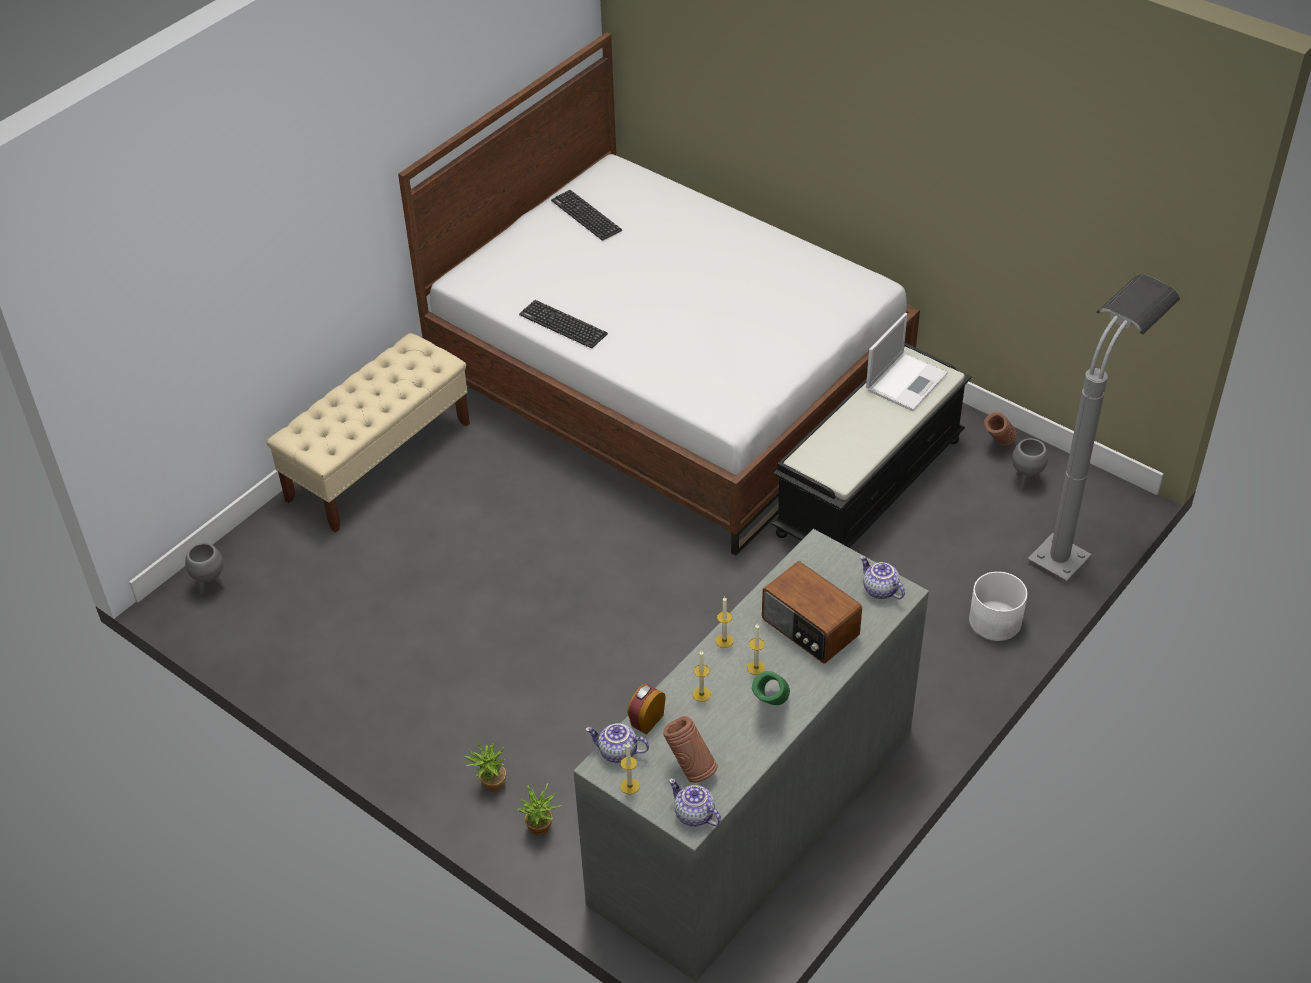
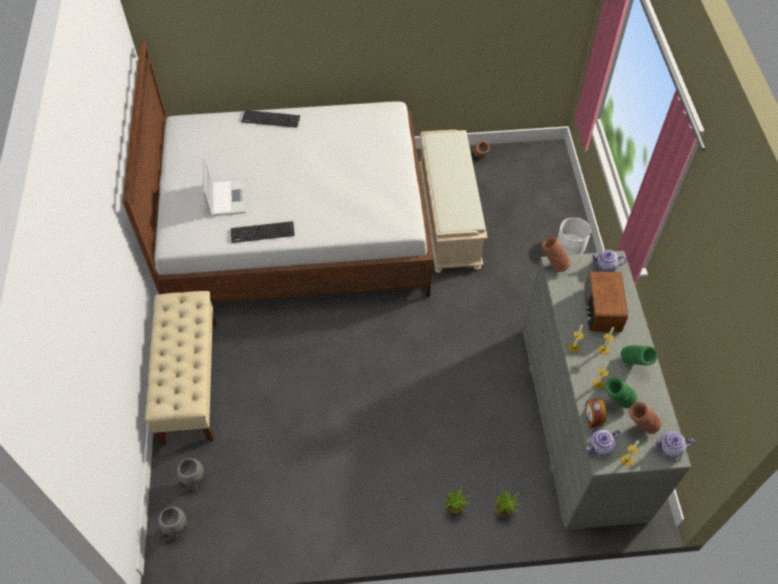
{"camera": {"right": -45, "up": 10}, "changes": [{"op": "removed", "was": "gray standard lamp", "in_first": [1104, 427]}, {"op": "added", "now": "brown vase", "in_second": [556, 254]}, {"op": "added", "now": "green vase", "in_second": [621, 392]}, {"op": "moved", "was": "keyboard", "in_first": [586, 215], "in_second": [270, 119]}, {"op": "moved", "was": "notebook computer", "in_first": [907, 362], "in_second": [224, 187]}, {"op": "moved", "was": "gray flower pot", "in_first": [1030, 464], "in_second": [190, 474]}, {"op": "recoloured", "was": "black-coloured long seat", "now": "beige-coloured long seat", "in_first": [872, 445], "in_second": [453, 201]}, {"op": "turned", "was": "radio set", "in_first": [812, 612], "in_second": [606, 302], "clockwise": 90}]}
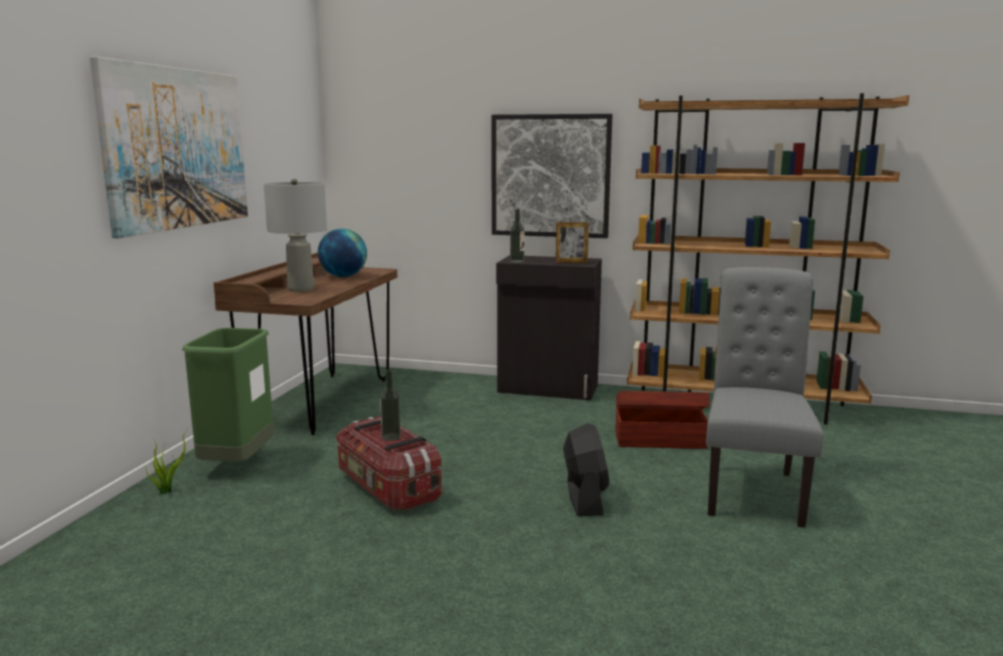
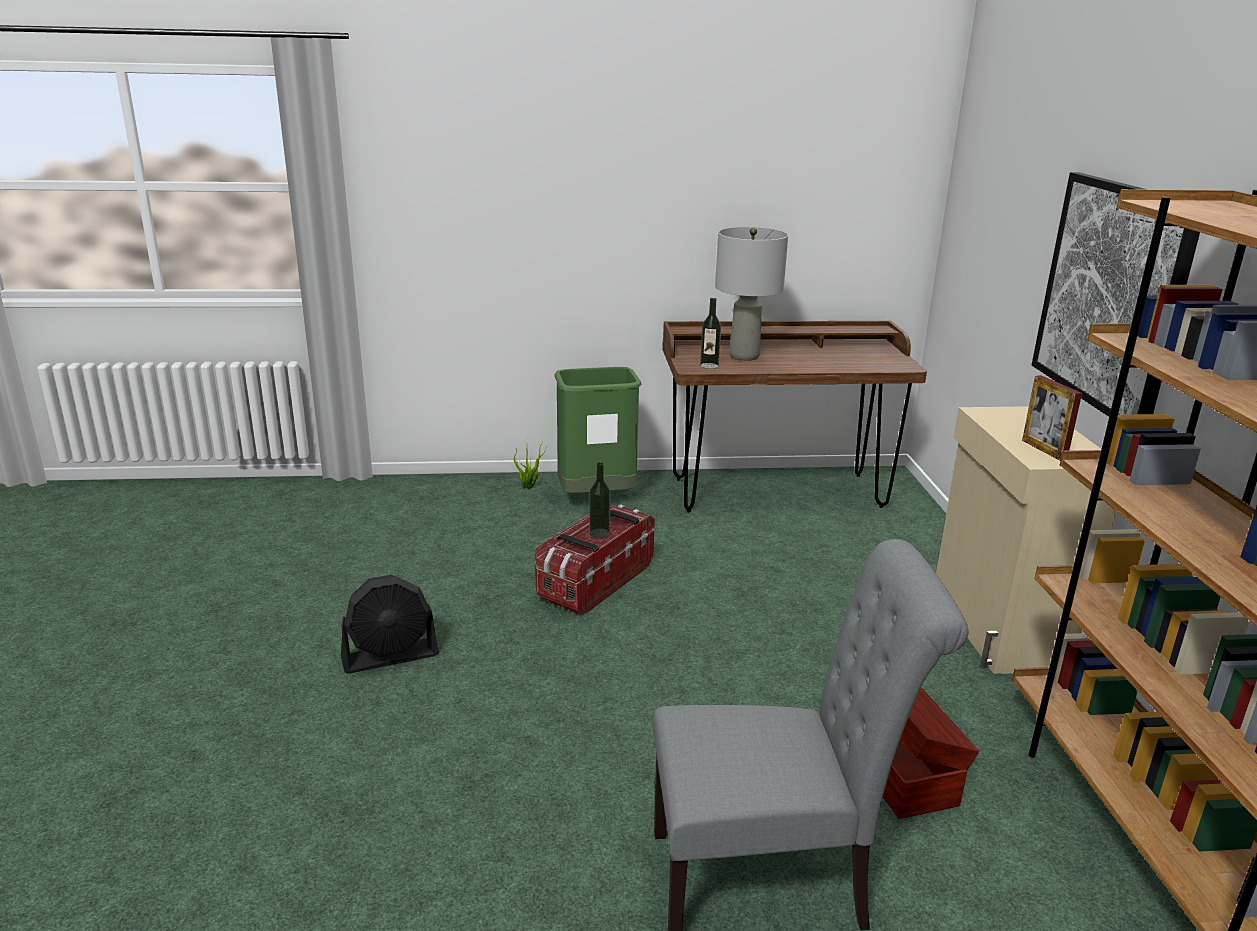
{"camera": {"right": 70, "up": 10}, "changes": [{"op": "removed", "was": "wall art", "in_first": [169, 147]}, {"op": "removed", "was": "desk globe", "in_first": [342, 253]}, {"op": "moved", "was": "bottle", "in_first": [517, 236], "in_second": [710, 333]}, {"op": "moved", "was": "black-coloured cooling fan", "in_first": [586, 469], "in_second": [390, 624]}, {"op": "recoloured", "was": "black-coloured storage cabinet", "now": "beige-coloured storage cabinet", "in_first": [549, 327], "in_second": [1026, 540]}]}
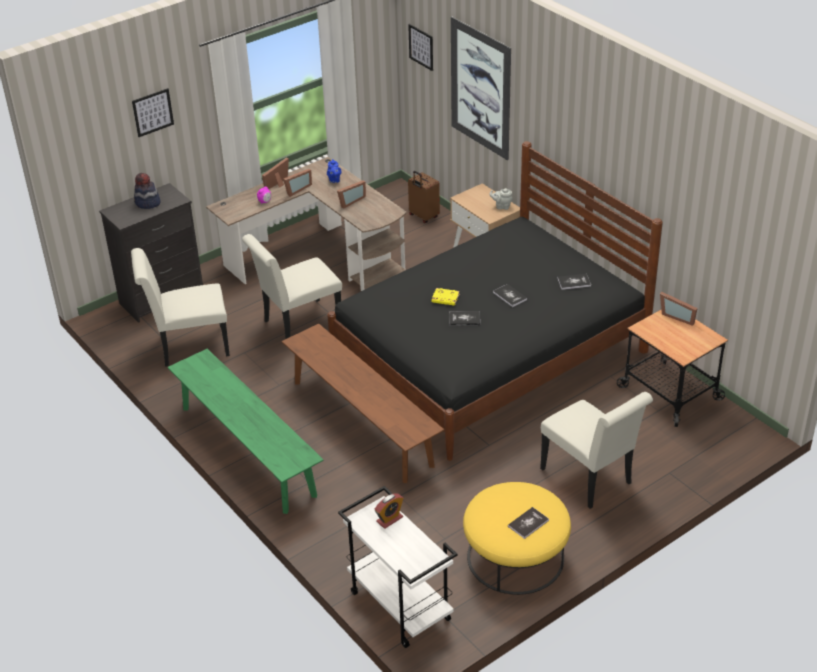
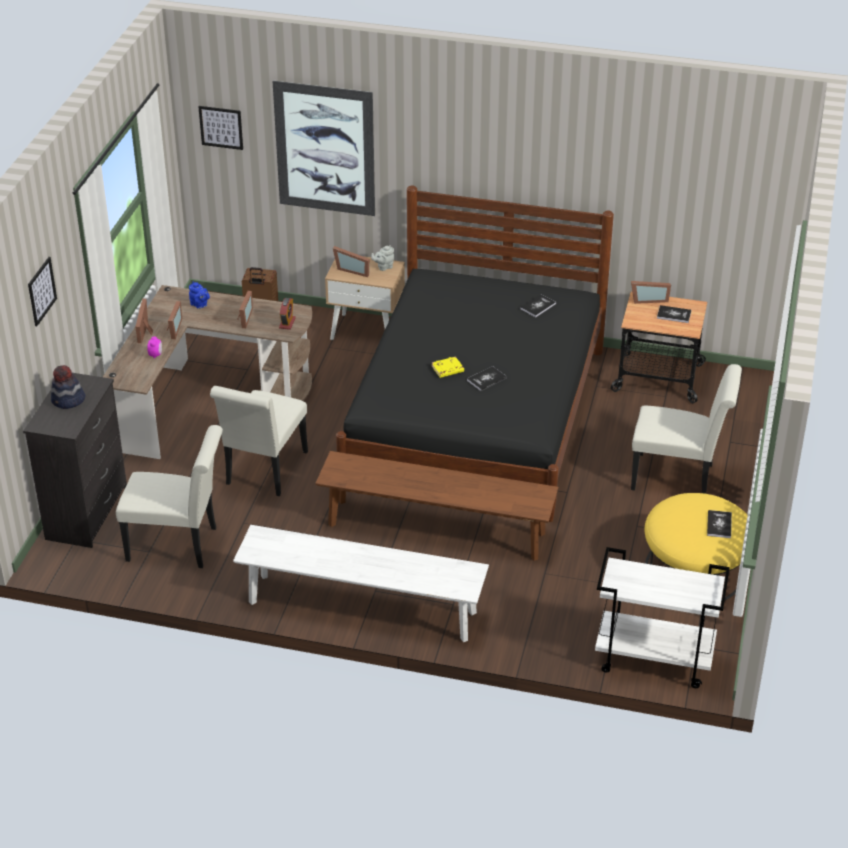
{"camera": {"right": -40, "up": 0}, "changes": [{"op": "added", "now": "photo frame", "in_second": [351, 261]}, {"op": "moved", "was": "alarm clock", "in_first": [389, 511], "in_second": [287, 314]}, {"op": "moved", "was": "book", "in_first": [510, 295], "in_second": [674, 314]}, {"op": "recoloured", "was": "green long seat", "now": "whitish long seat", "in_first": [246, 431], "in_second": [361, 583]}, {"op": "turned", "was": "whitish chair", "in_first": [180, 307], "in_second": [169, 496], "clockwise": -120}]}
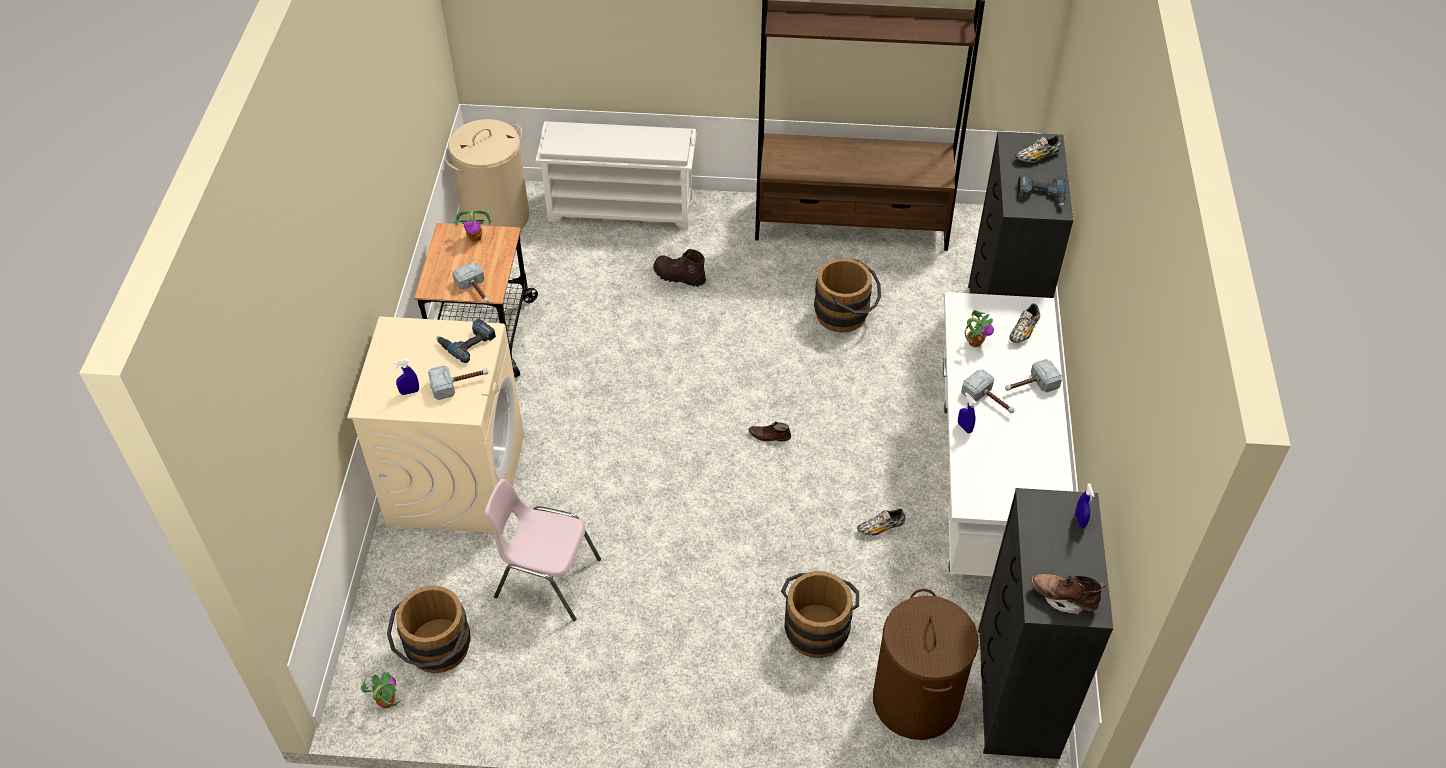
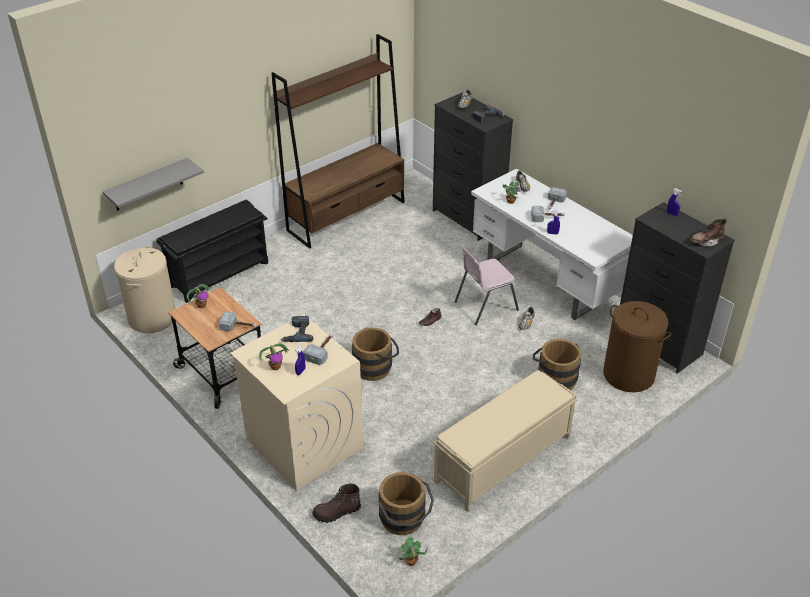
{"camera": {"right": -45, "up": -10}, "changes": [{"op": "added", "now": "gray shelf", "in_second": [153, 184]}, {"op": "added", "now": "plant in a pot", "in_second": [274, 356]}, {"op": "added", "now": "beige-coloured long seat", "in_second": [505, 441]}, {"op": "moved", "was": "pinkish chair", "in_first": [543, 550], "in_second": [487, 286]}, {"op": "moved", "was": "brown boot", "in_first": [679, 268], "in_second": [336, 503]}, {"op": "moved", "was": "brown bucket", "in_first": [847, 295], "in_second": [375, 354]}, {"op": "recoloured", "was": "whitish shoe stand", "now": "black-coloured shoe stand", "in_first": [616, 175], "in_second": [212, 251]}]}
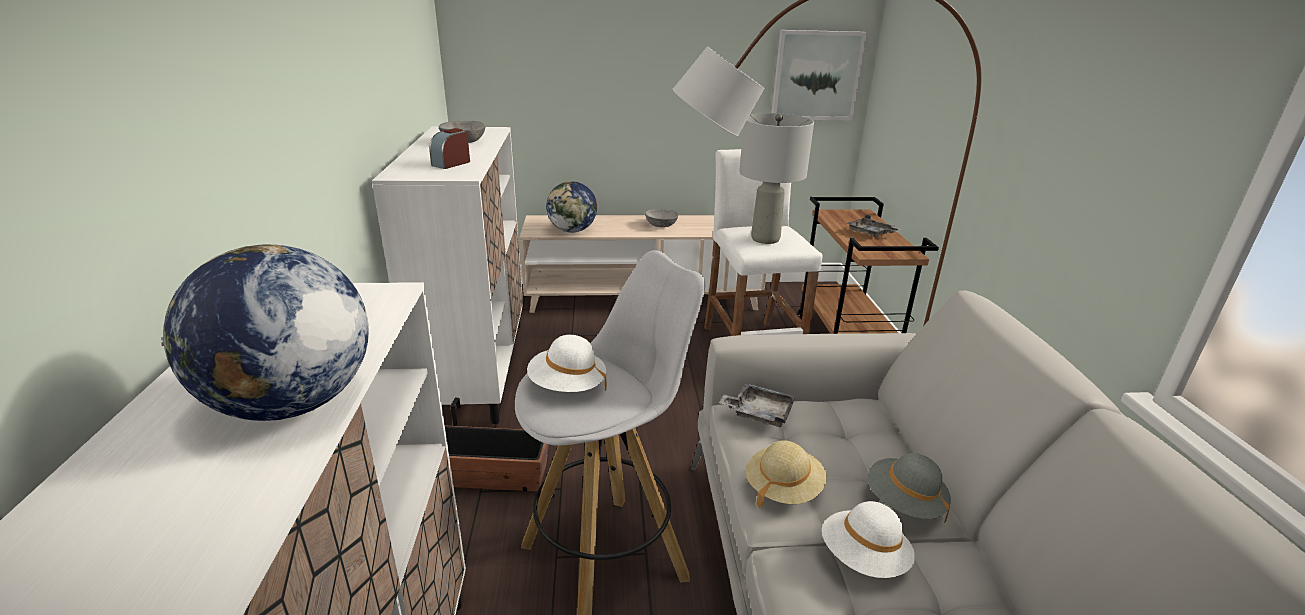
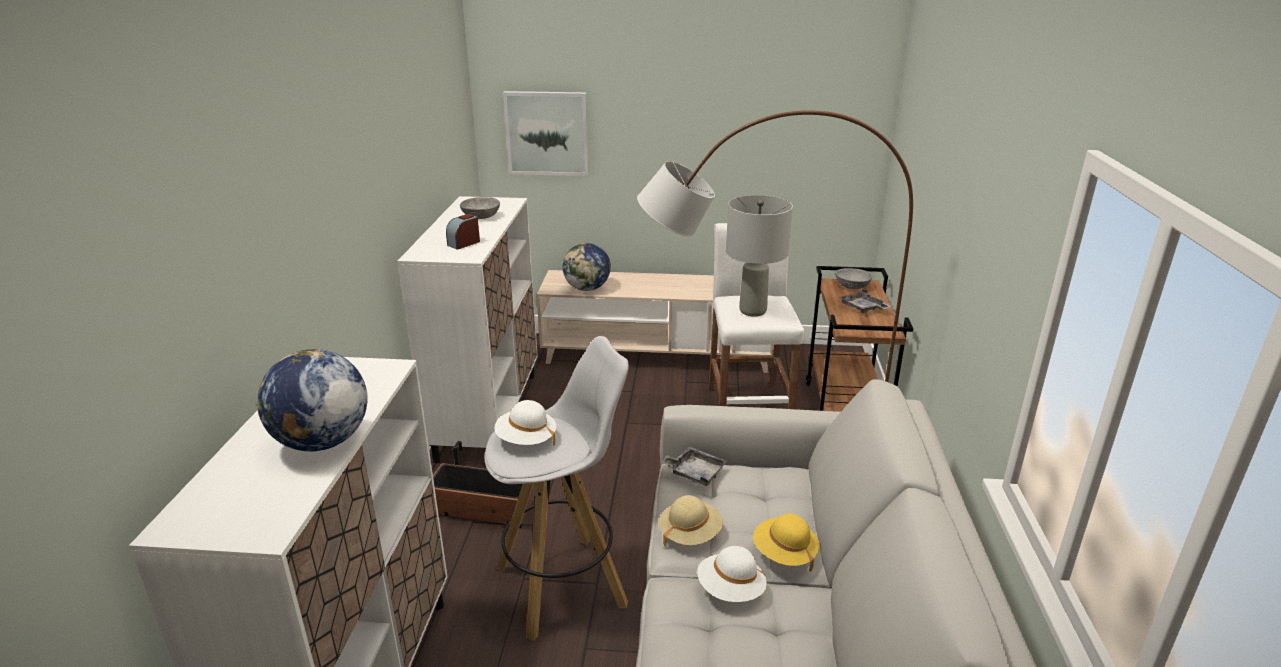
{"camera": {"right": 10, "up": 0}, "changes": [{"op": "moved", "was": "gray deep dish", "in_first": [661, 218], "in_second": [853, 278]}, {"op": "moved", "was": "wall art", "in_first": [819, 75], "in_second": [546, 133]}, {"op": "recoloured", "was": "gray clothing hat", "now": "yellow clothing hat", "in_first": [909, 488], "in_second": [786, 542]}]}
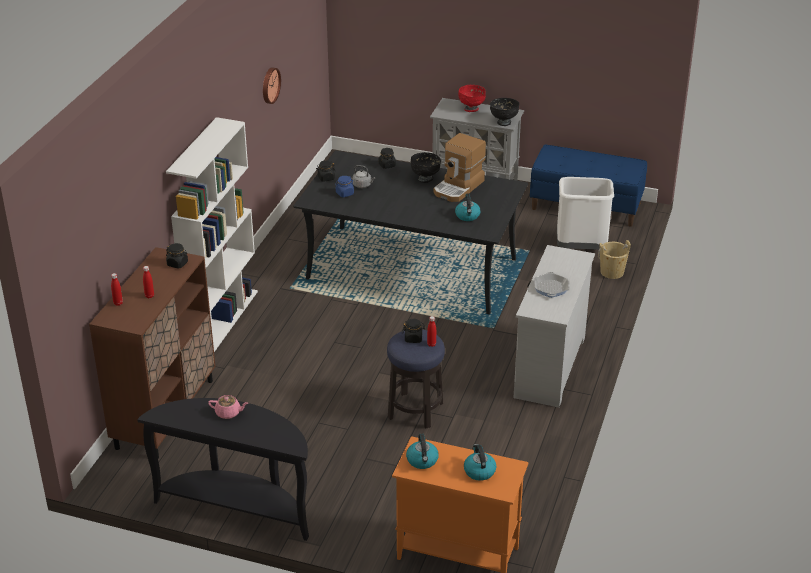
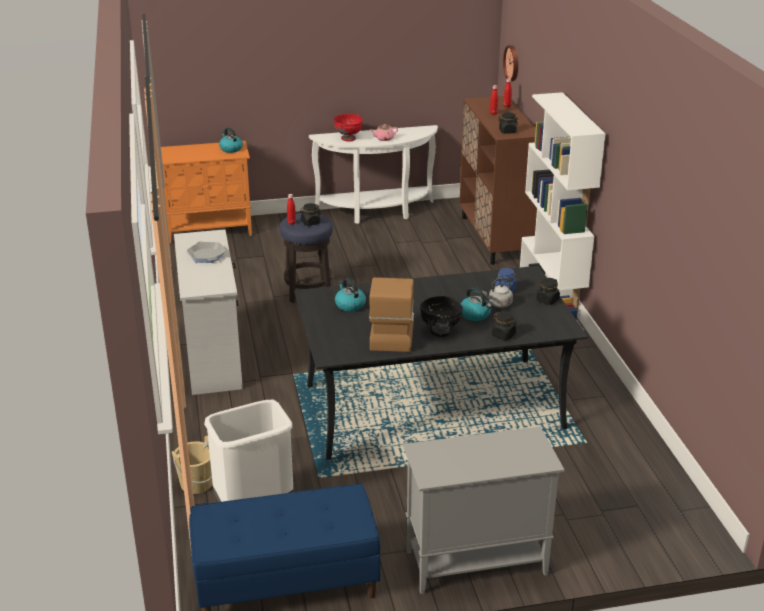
{"camera": {"right": 150, "up": -5}, "changes": [{"op": "removed", "was": "black-coloured deep dish", "in_first": [504, 112]}, {"op": "moved", "was": "hanging clock", "in_first": [272, 85], "in_second": [510, 63]}, {"op": "moved", "was": "reddish deep dish", "in_first": [472, 98], "in_second": [348, 128]}, {"op": "moved", "was": "tea kettle", "in_first": [480, 462], "in_second": [476, 304]}, {"op": "recoloured", "was": "black-coloured narrow table", "now": "whitish narrow table", "in_first": [223, 469], "in_second": [373, 174]}]}
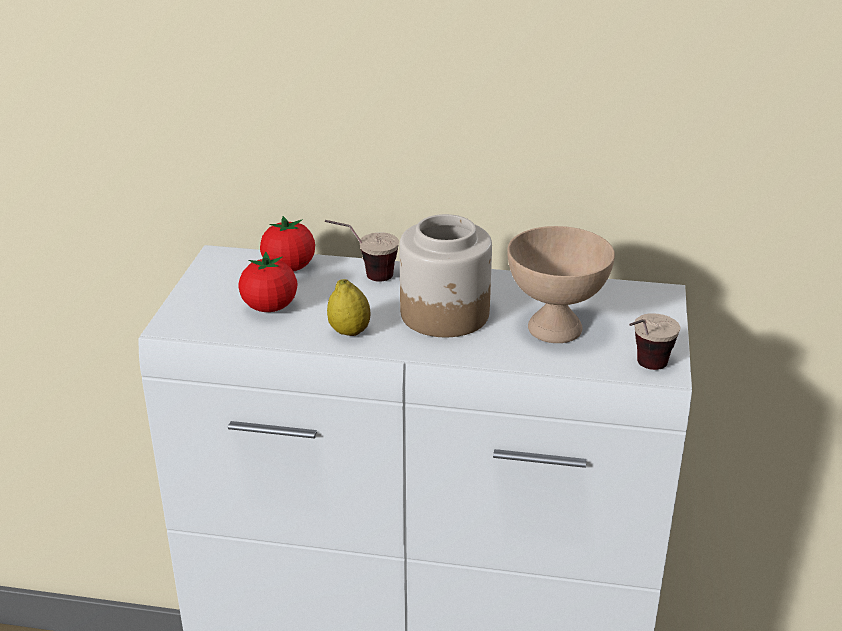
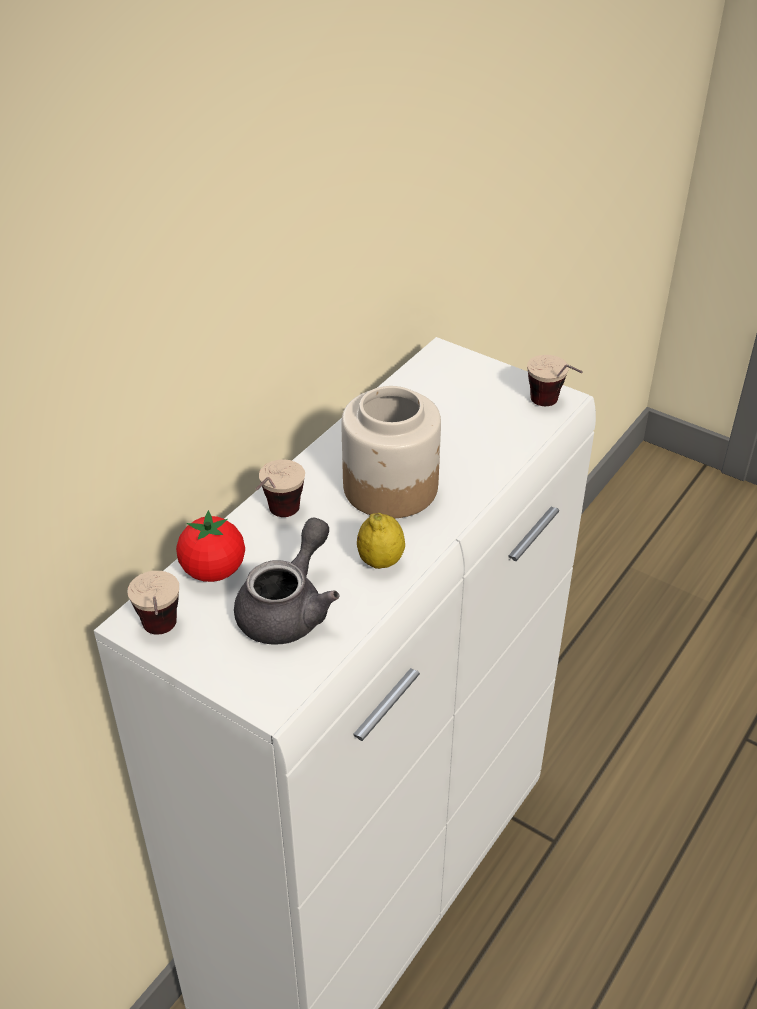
{"camera": {"right": -65, "up": 10}, "changes": [{"op": "removed", "was": "beige-coloured deep dish", "in_first": [561, 284]}, {"op": "added", "now": "drinking cup", "in_second": [153, 603]}, {"op": "replaced", "was": "fresh tomato", "now": "gray tea pot", "in_first": [267, 282], "in_second": [286, 581]}]}
